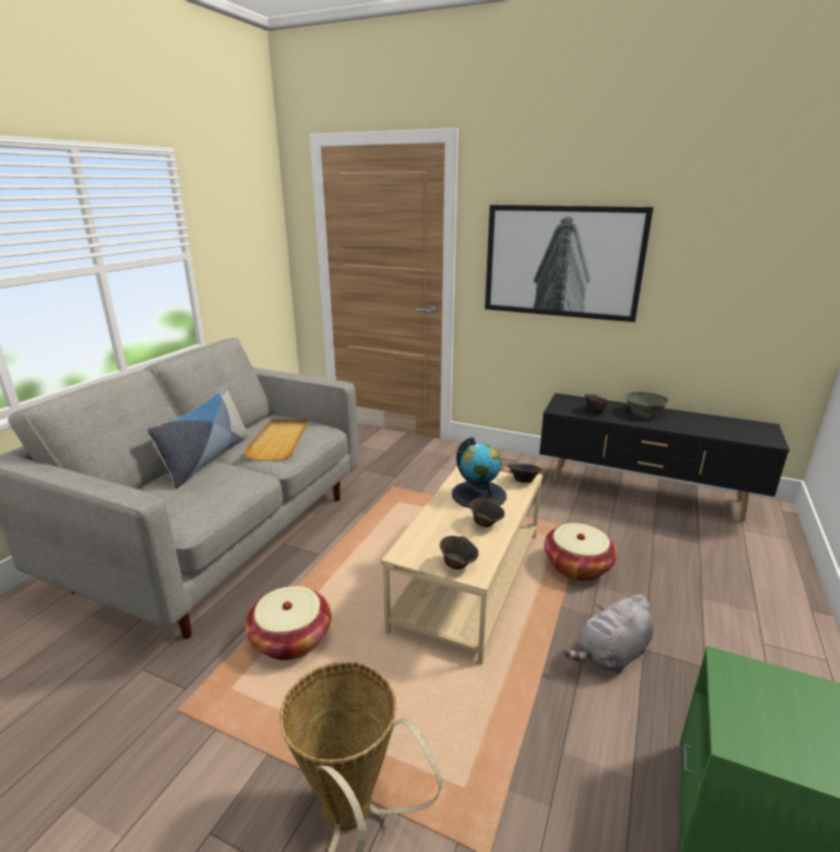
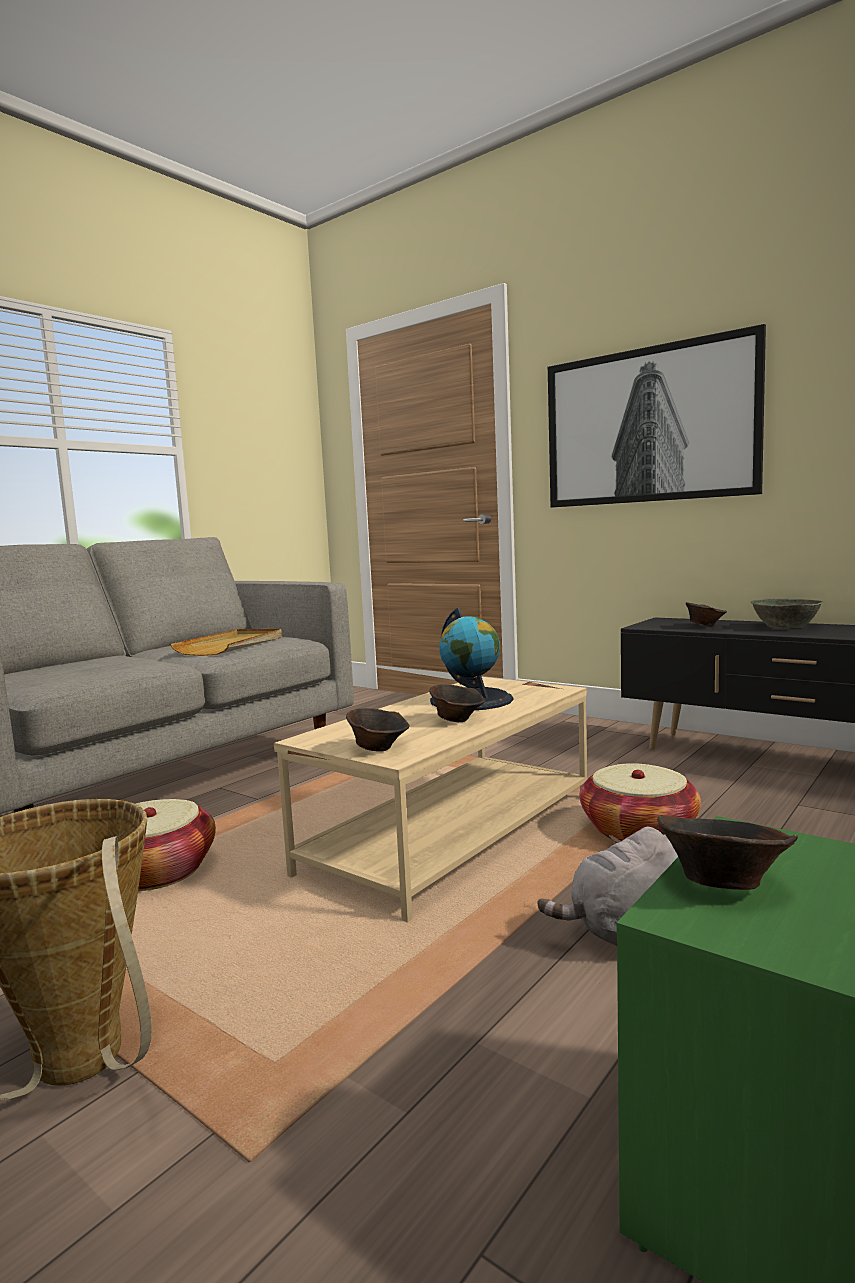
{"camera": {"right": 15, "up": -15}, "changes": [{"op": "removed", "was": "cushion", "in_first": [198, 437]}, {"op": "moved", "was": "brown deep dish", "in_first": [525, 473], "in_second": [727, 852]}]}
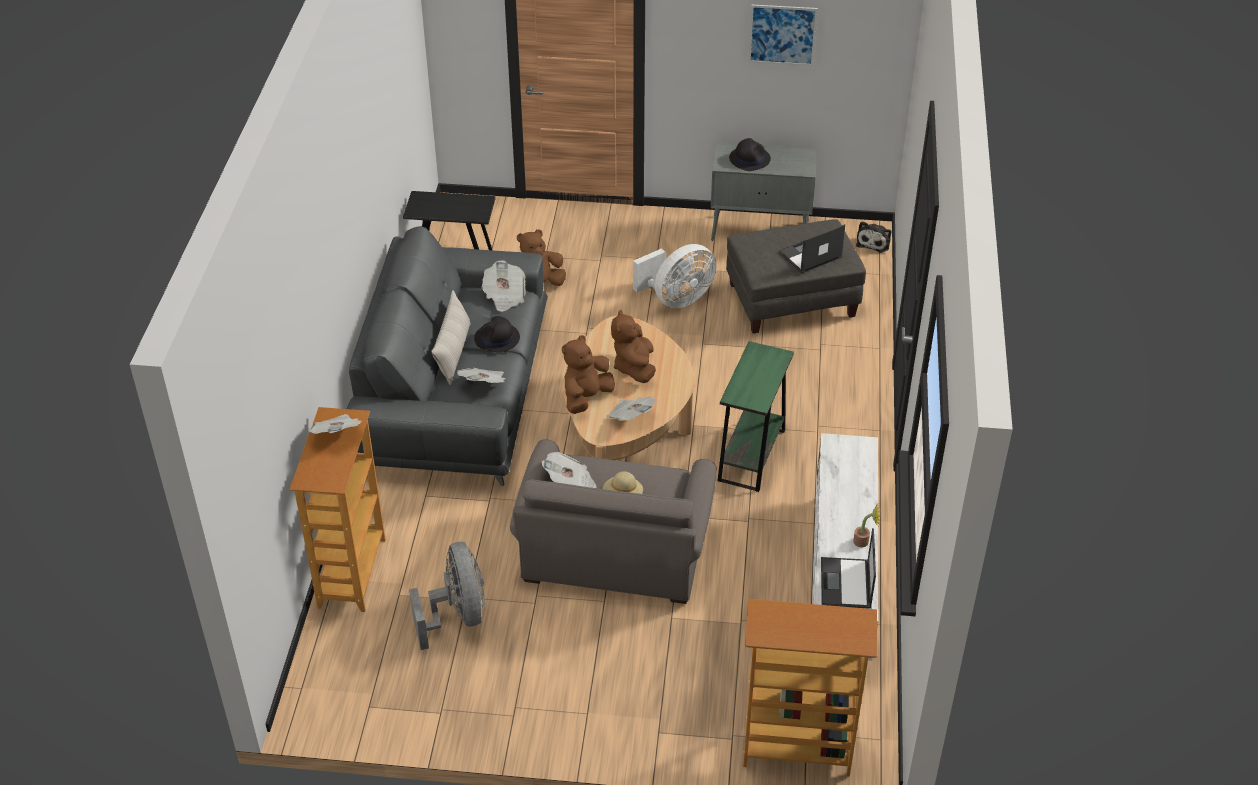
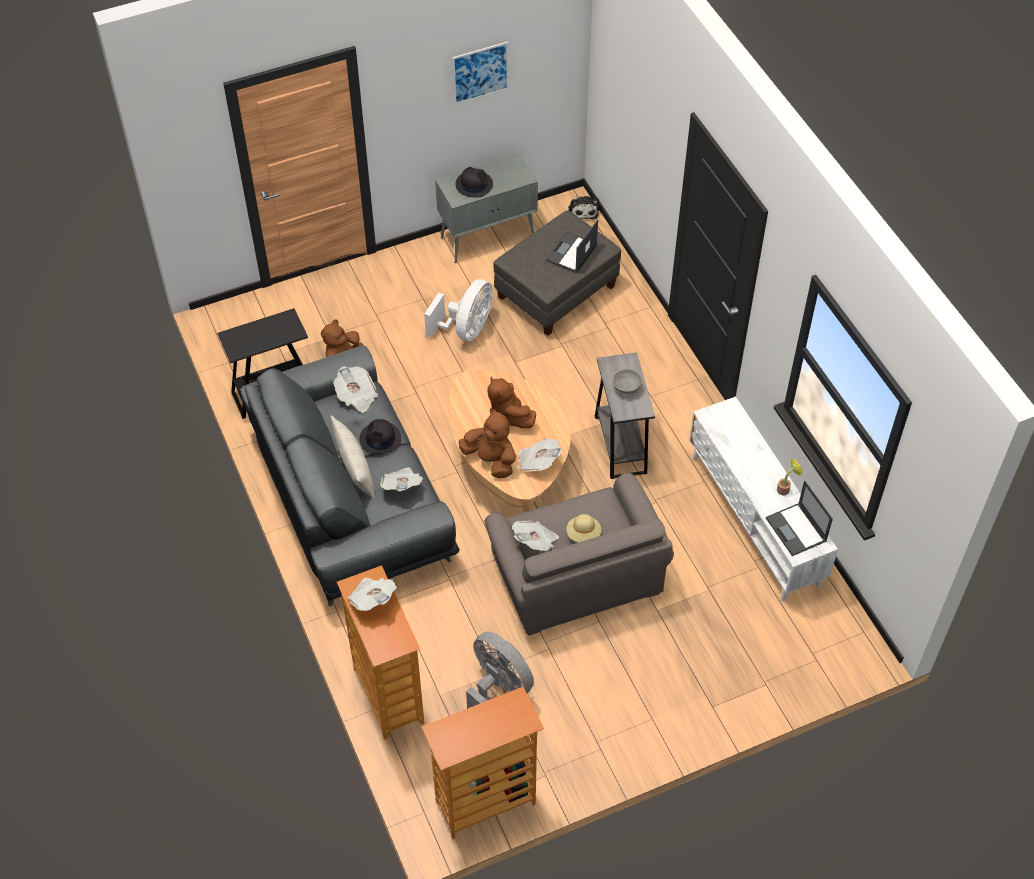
{"camera": {"right": -30, "up": 10}, "changes": [{"op": "added", "now": "gray deep dish", "in_second": [627, 381]}, {"op": "moved", "was": "bookshelf", "in_first": [810, 688], "in_second": [483, 763]}, {"op": "recoloured", "was": "green side table", "now": "gray side table", "in_first": [756, 416], "in_second": [625, 415]}, {"op": "turned", "was": "brown cuddly toy", "in_first": [588, 374], "in_second": [487, 443], "clockwise": 120}]}
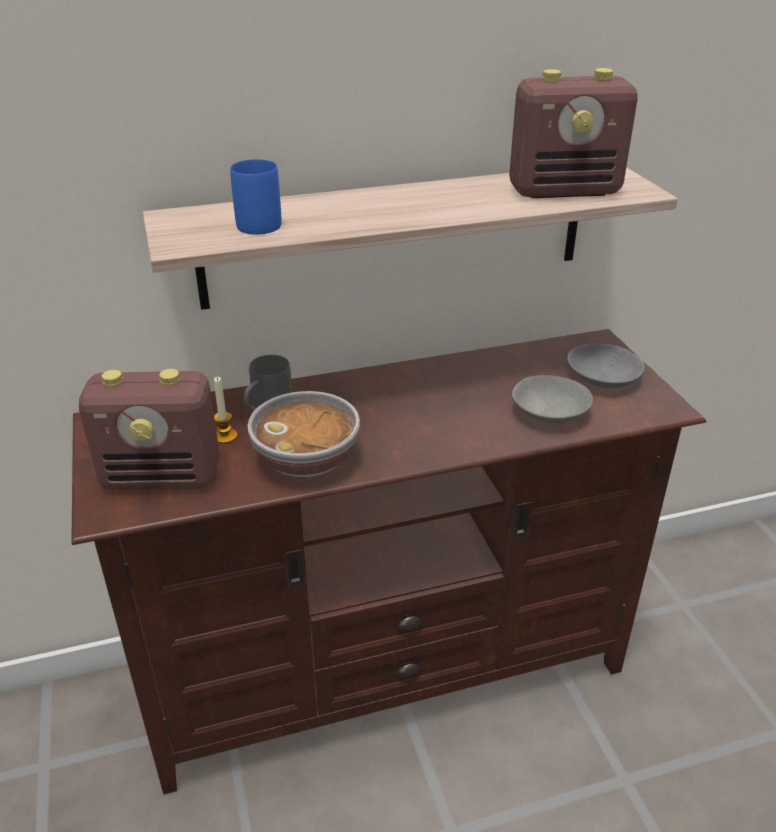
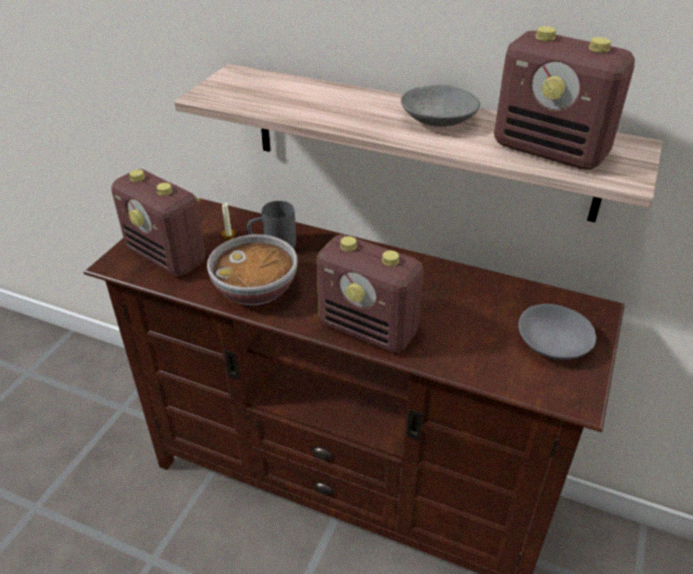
{"camera": {"right": 40, "up": 5}, "changes": [{"op": "removed", "was": "bluish mug", "in_first": [256, 197]}, {"op": "added", "now": "radio set", "in_second": [370, 293]}, {"op": "moved", "was": "gray deep dish", "in_first": [552, 399], "in_second": [440, 106]}]}
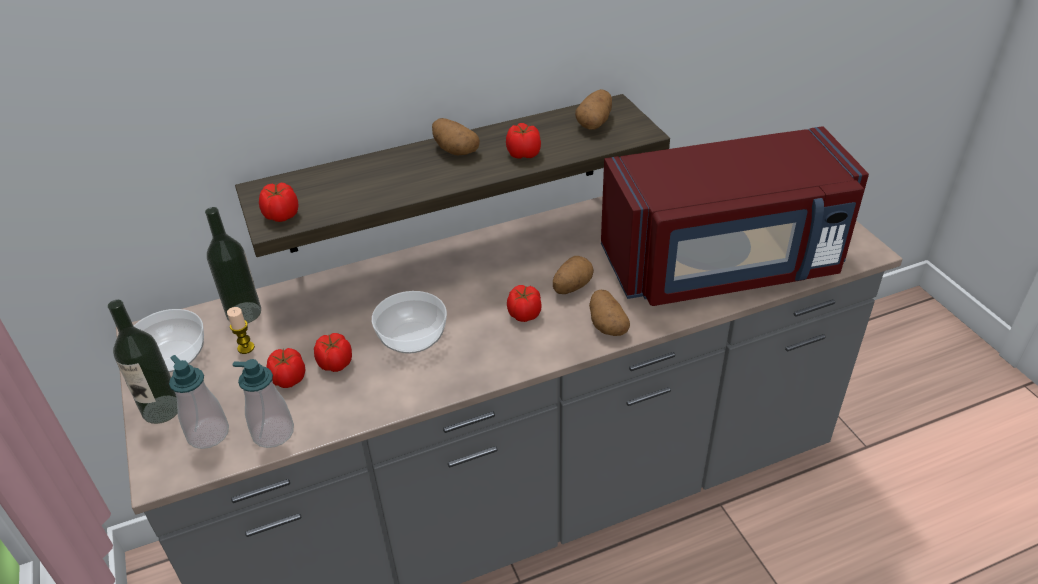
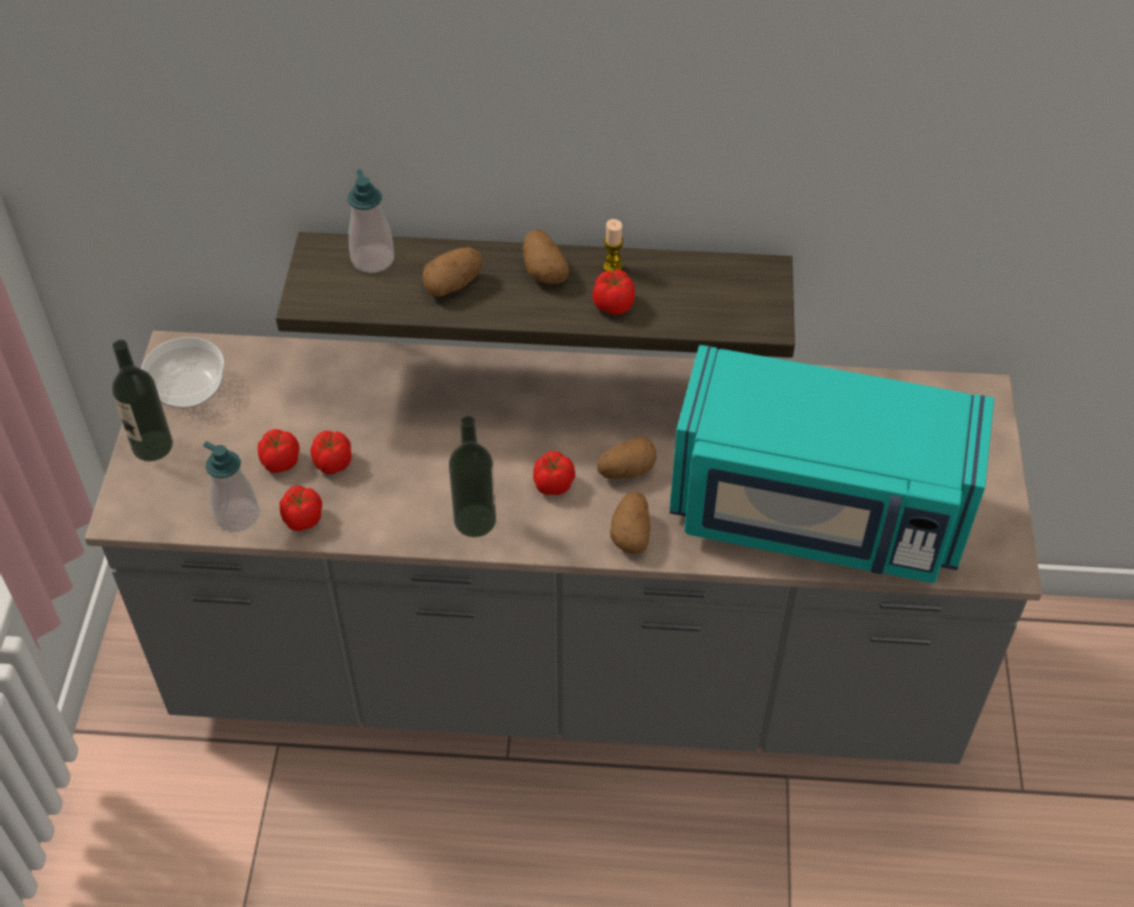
{"camera": {"right": 25, "up": 10}, "changes": [{"op": "removed", "was": "deep dish", "in_first": [409, 322]}, {"op": "moved", "was": "soap bottle", "in_first": [199, 402], "in_second": [371, 221]}, {"op": "moved", "was": "bottle", "in_first": [233, 265], "in_second": [472, 476]}, {"op": "moved", "was": "wax light", "in_first": [241, 330], "in_second": [613, 245]}, {"op": "moved", "was": "fresh tomato", "in_first": [279, 202], "in_second": [301, 508]}, {"op": "moved", "was": "whole potato", "in_first": [593, 109], "in_second": [452, 272]}, {"op": "recoloured", "was": "reddish microwave oven", "now": "blue-green microwave oven", "in_first": [735, 216], "in_second": [832, 464]}]}
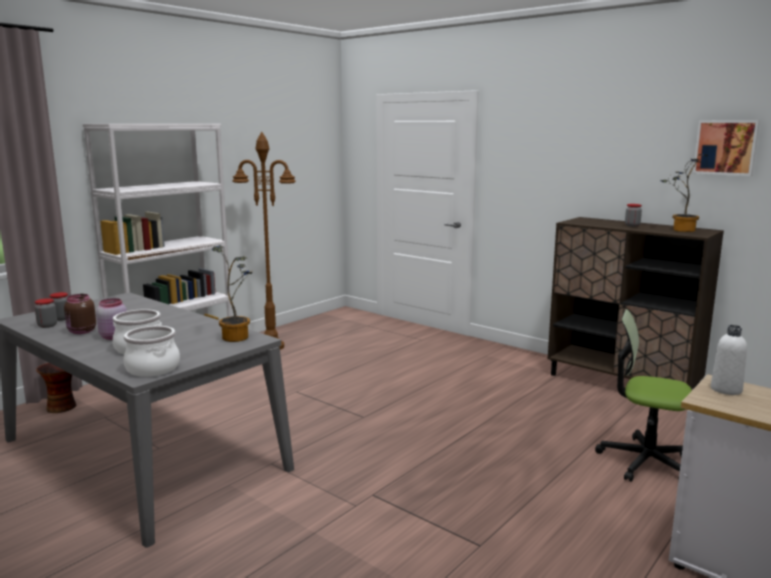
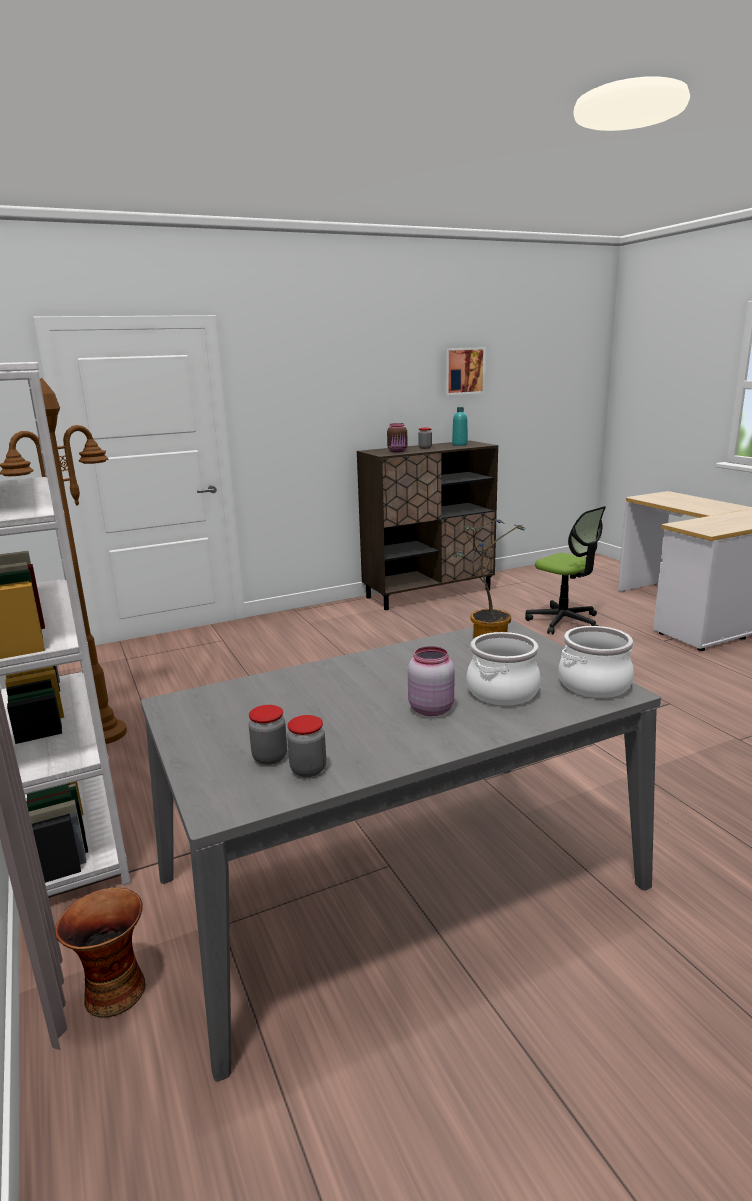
{"camera": {"right": -65, "up": 5}, "changes": [{"op": "removed", "was": "whitish bottle", "in_first": [729, 360]}, {"op": "moved", "was": "brown preserve jar", "in_first": [80, 314], "in_second": [397, 437]}, {"op": "replaced", "was": "plant in a pot", "now": "blue-green bottle", "in_first": [684, 193], "in_second": [460, 426]}, {"op": "turned", "was": "office chair", "in_first": [643, 395], "in_second": [565, 570], "clockwise": -90}]}
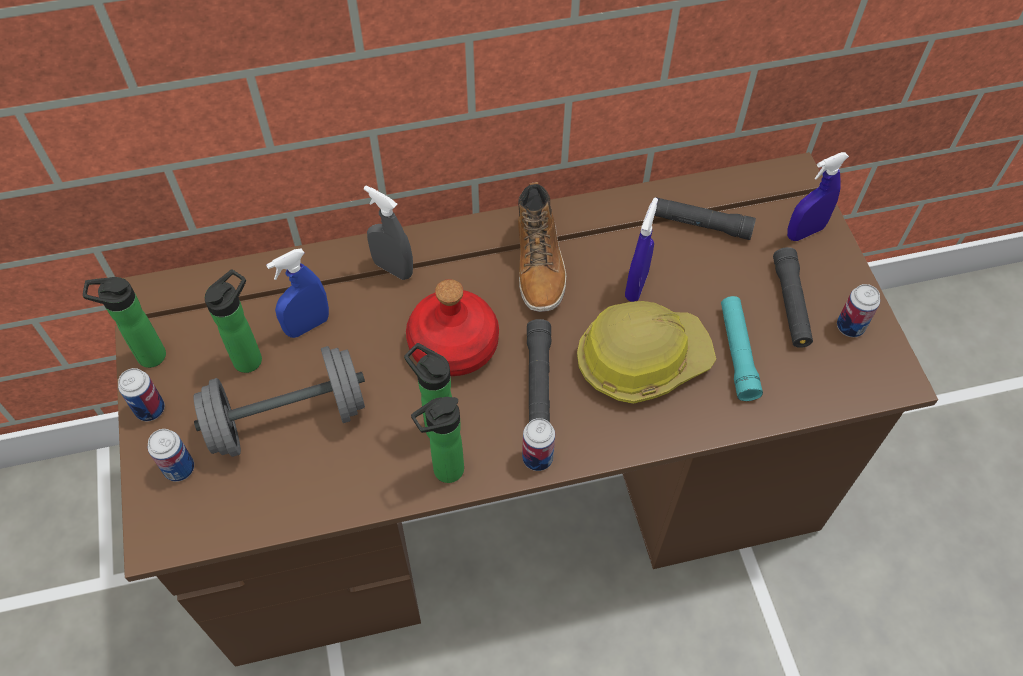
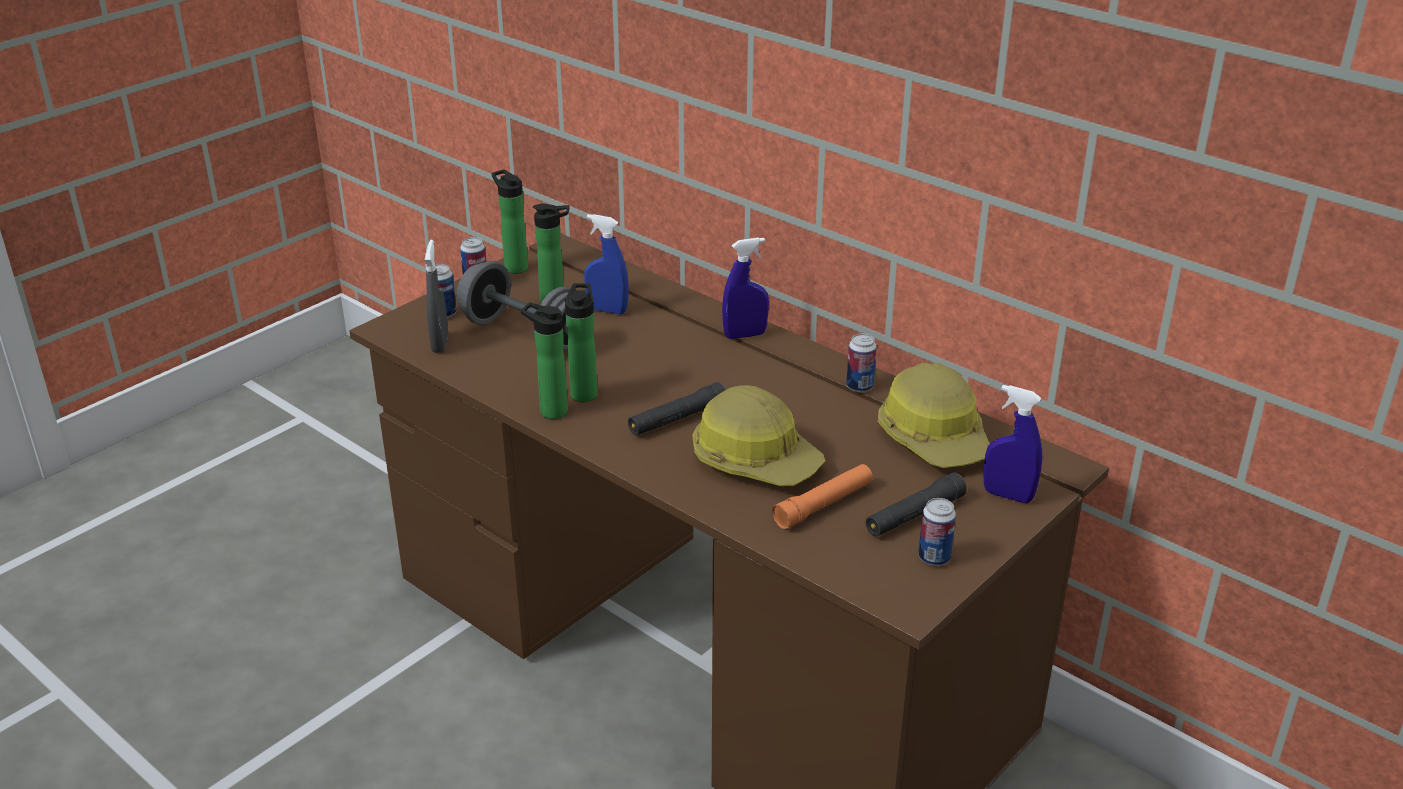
{"camera": {"right": 55, "up": -25}, "changes": [{"op": "removed", "was": "reddish bottle", "in_first": [452, 327]}, {"op": "removed", "was": "boot", "in_first": [542, 247]}, {"op": "moved", "was": "gray sprayer", "in_first": [388, 232], "in_second": [436, 296]}, {"op": "moved", "was": "sealed can", "in_first": [538, 444], "in_second": [861, 363]}, {"op": "moved", "was": "bluish sprayer", "in_first": [641, 250], "in_second": [745, 288]}, {"op": "replaced", "was": "black-coloured torch", "now": "safety helmet", "in_first": [705, 218], "in_second": [933, 415]}, {"op": "recoloured", "was": "blue-green torch", "now": "orange-coloured torch", "in_first": [742, 348], "in_second": [822, 496]}]}
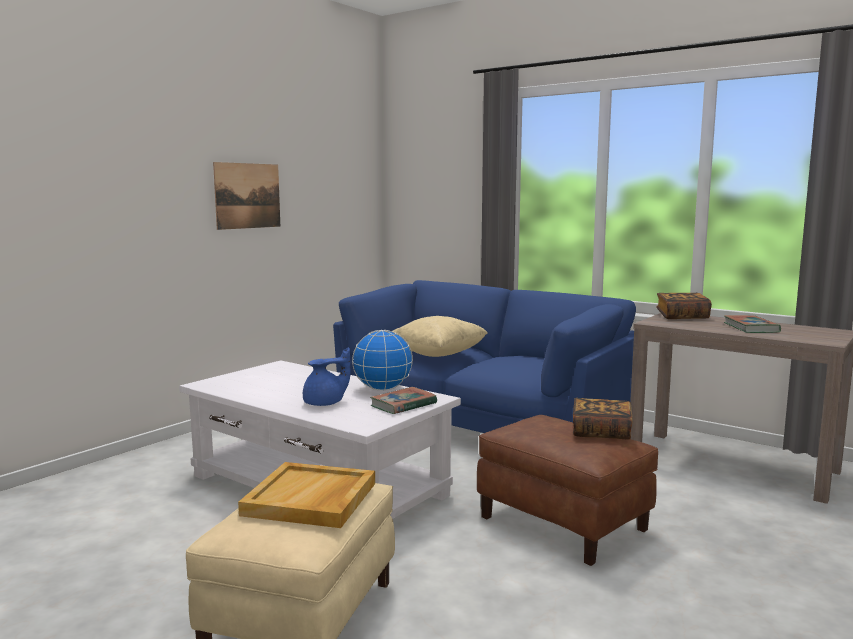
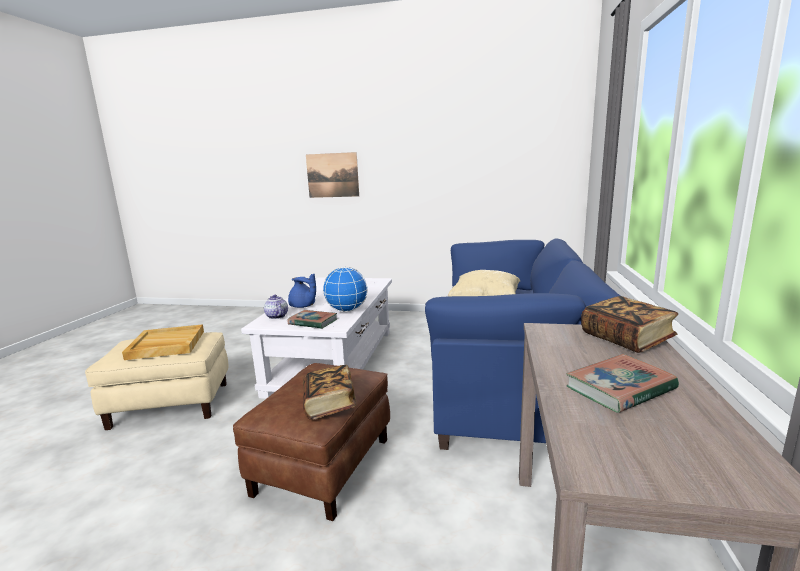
{"camera": {"right": 65, "up": 5}, "changes": [{"op": "added", "now": "tea pot", "in_second": [276, 307]}, {"op": "moved", "was": "wall art", "in_first": [246, 196], "in_second": [332, 175]}]}
